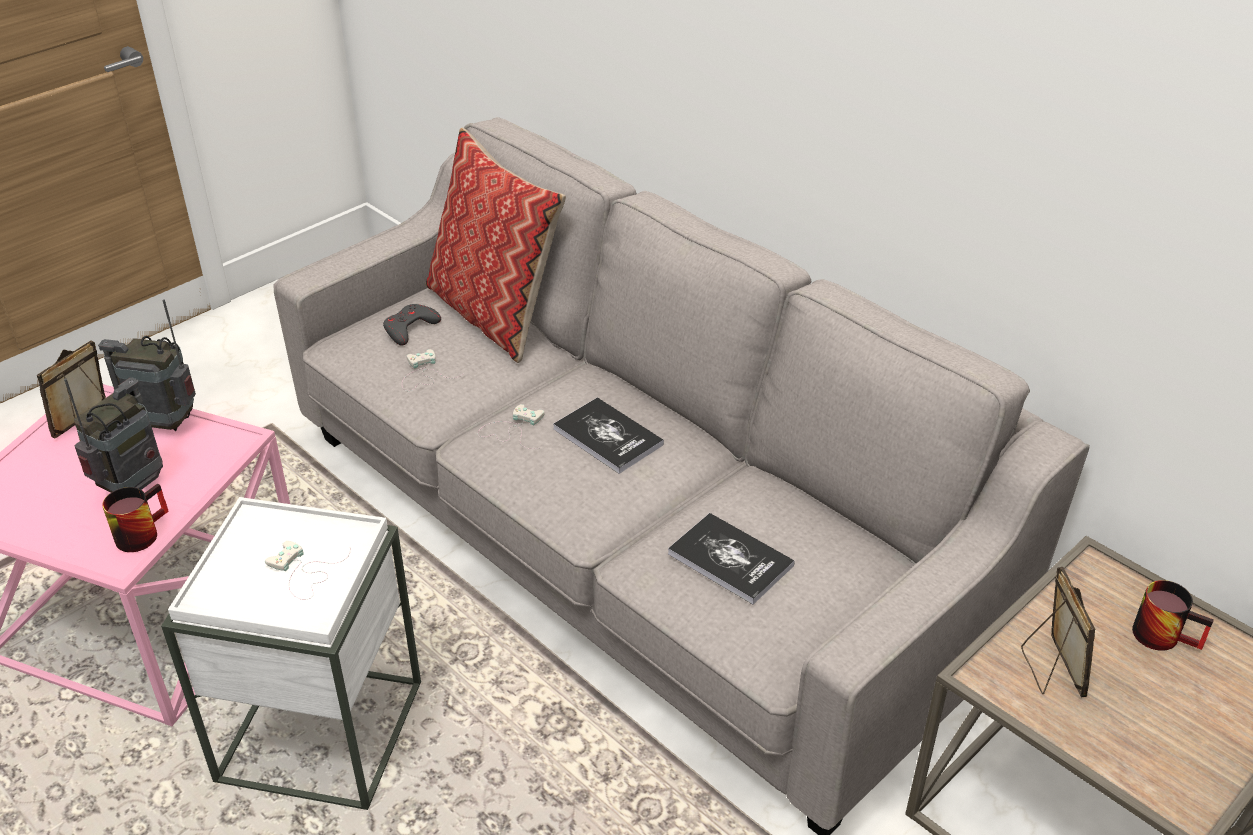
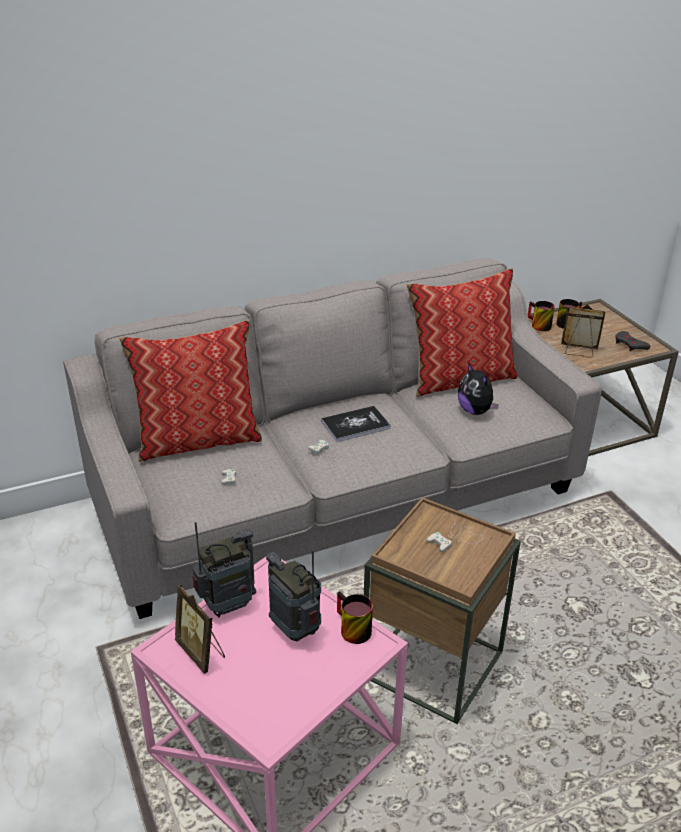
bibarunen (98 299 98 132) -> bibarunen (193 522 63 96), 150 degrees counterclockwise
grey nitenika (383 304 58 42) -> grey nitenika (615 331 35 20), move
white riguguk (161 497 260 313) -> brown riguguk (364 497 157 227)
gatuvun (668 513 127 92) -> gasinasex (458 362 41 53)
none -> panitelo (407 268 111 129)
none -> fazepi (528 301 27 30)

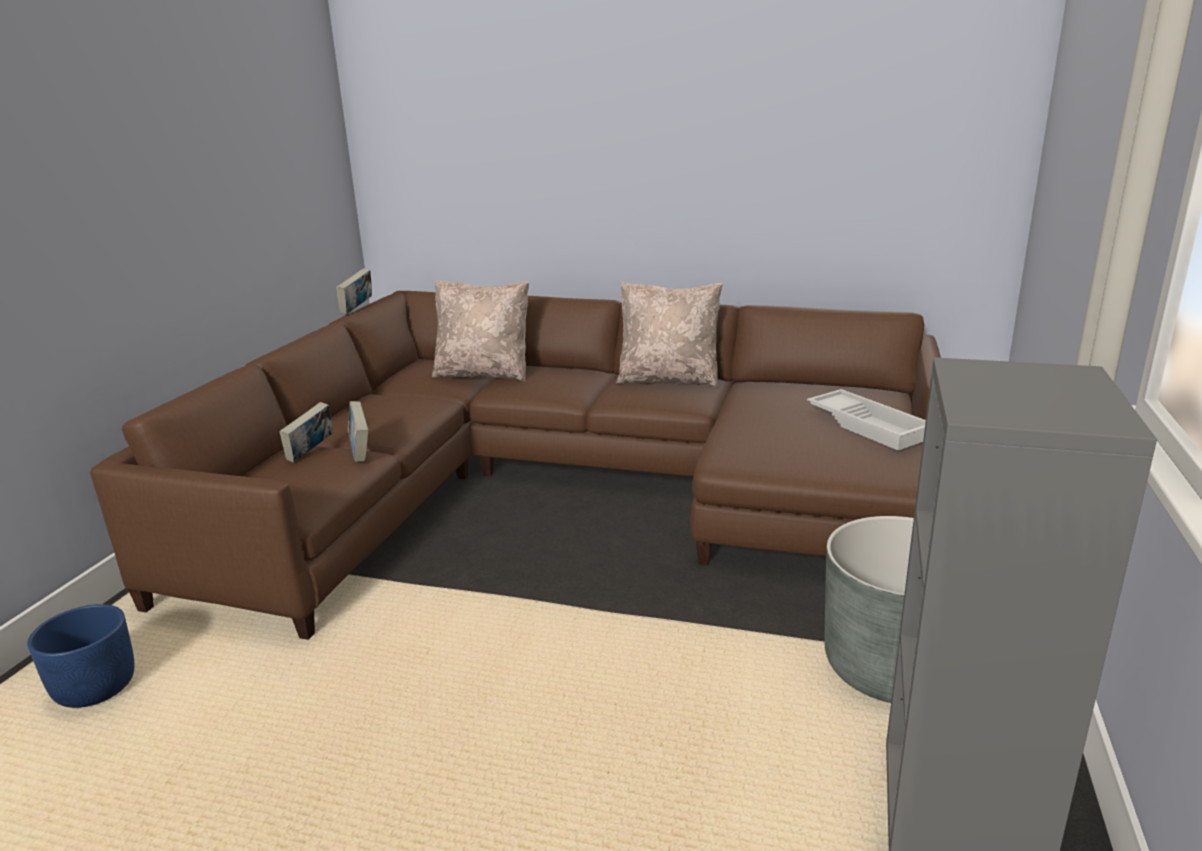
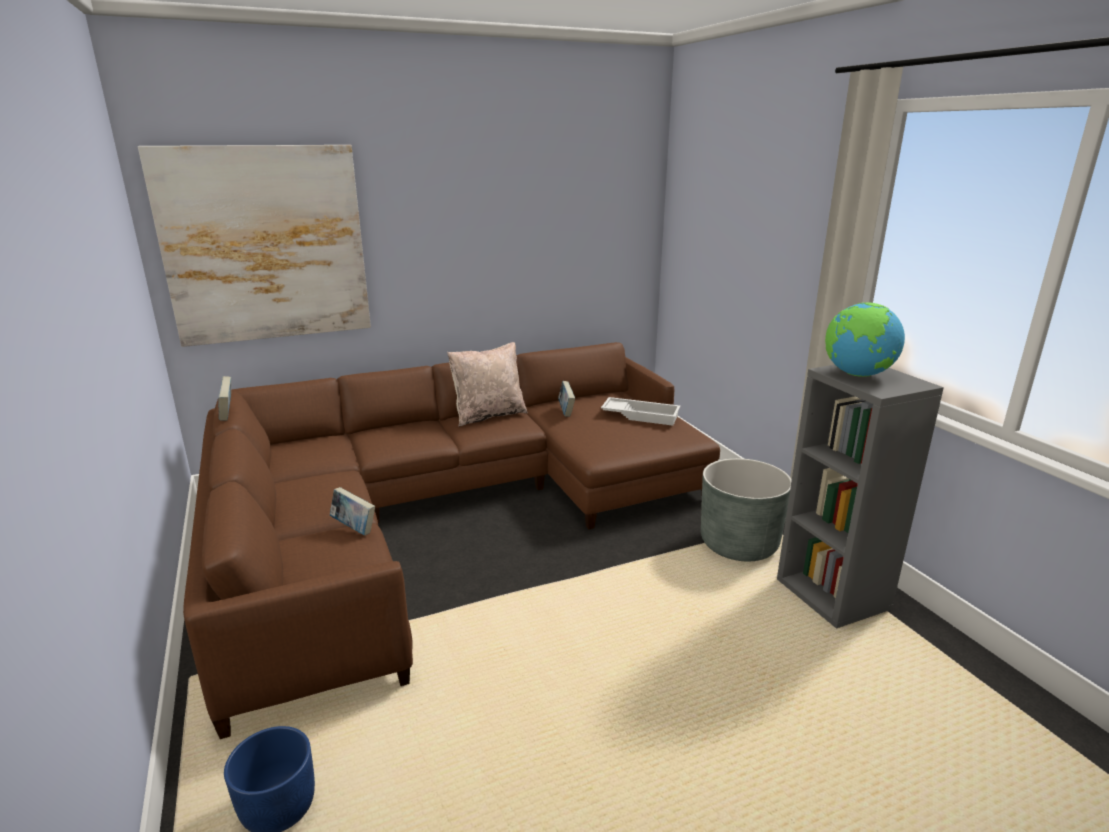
beige panitelo (432 280 97 102) -> none
gatuvun (279 402 54 61) -> gatuvun (558 381 17 36), move
none -> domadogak (138 145 233 202)
none -> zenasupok (825 302 80 75)

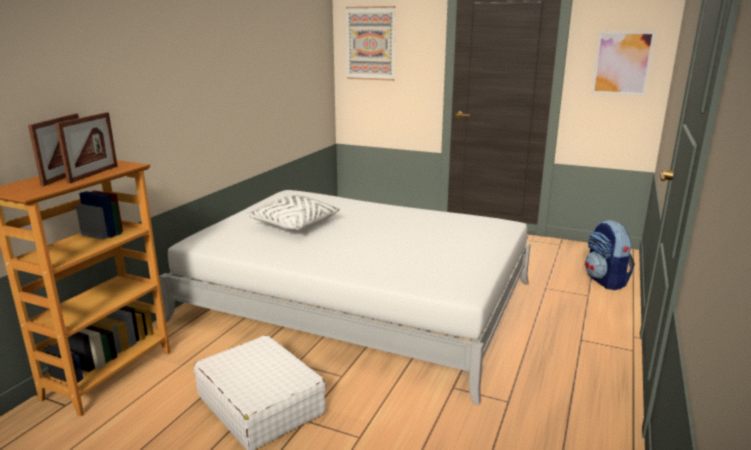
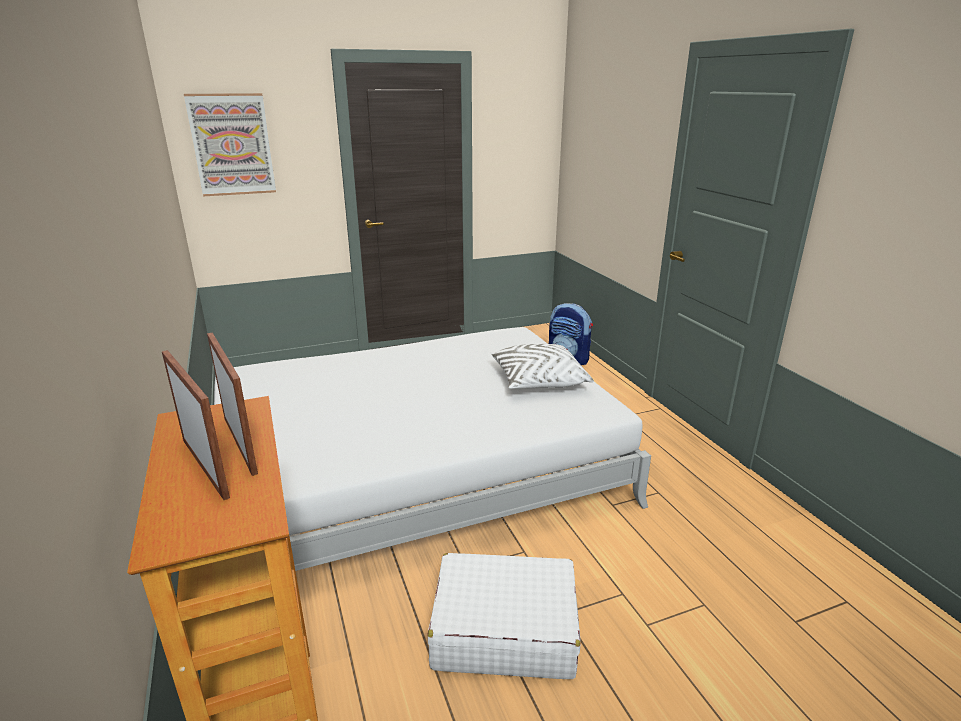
domadogak (591 31 65 65) -> none
white panitelo (246 195 94 36) -> white panitelo (491 344 103 45), move

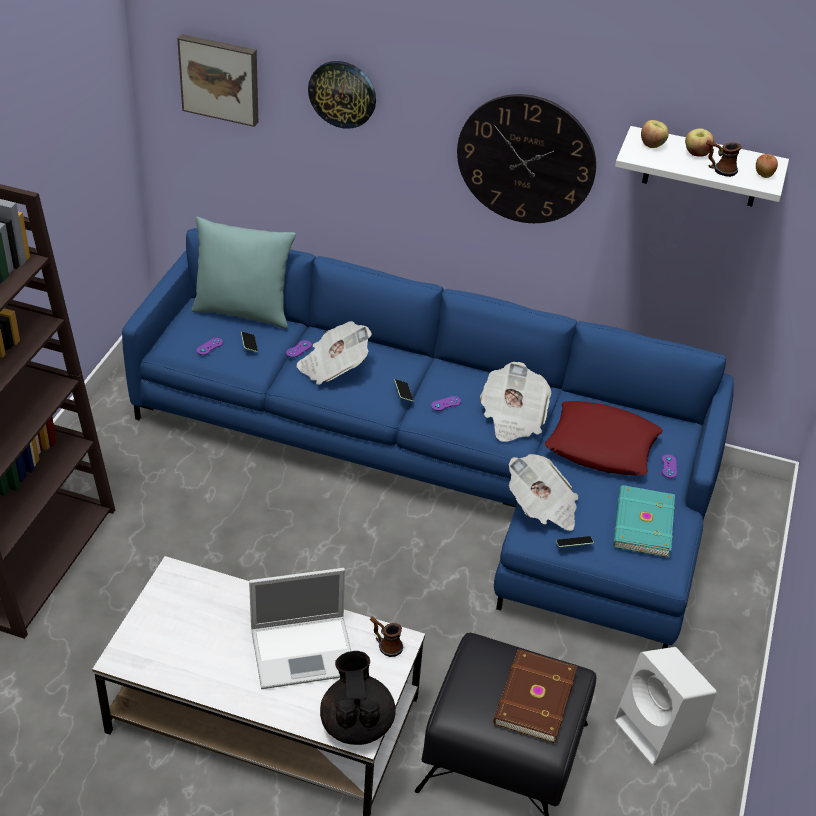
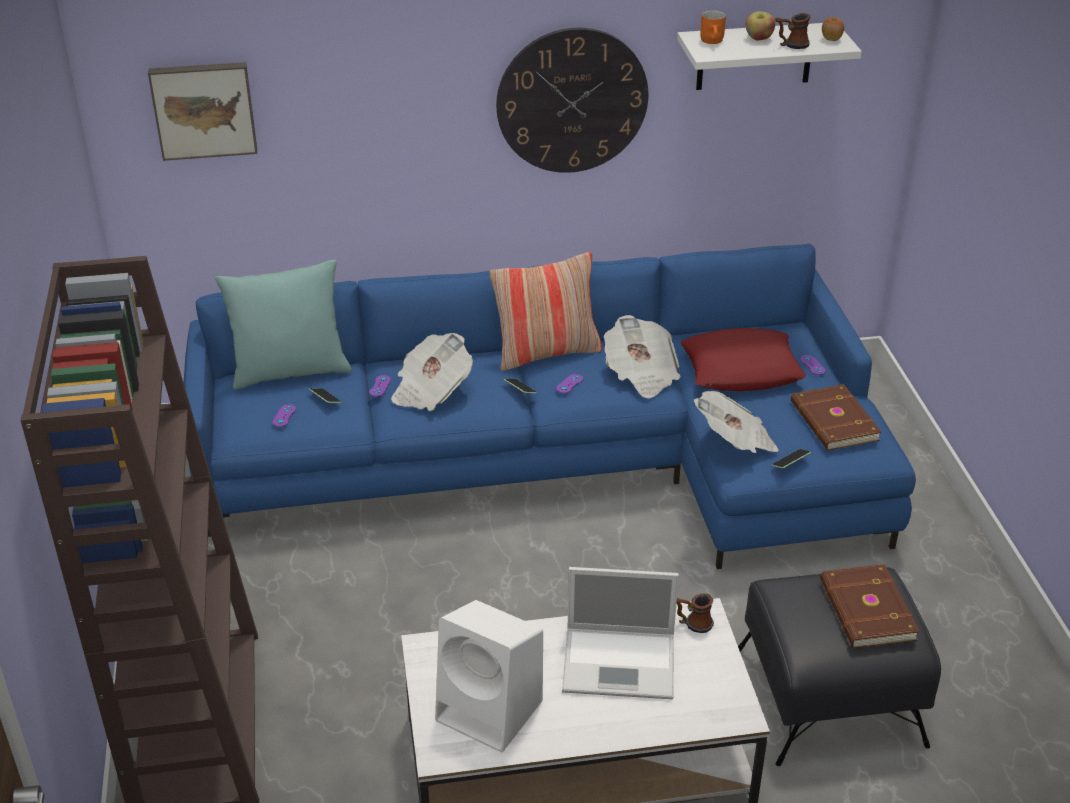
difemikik (308 61 68 68) -> none
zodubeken (641 120 28 28) -> orange fazepi (700 10 26 34)
turquoise gatuvun (613 485 62 73) -> brown gatuvun (791 384 91 66)
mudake (249 568 102 121) -> mudake (562 567 117 132), 45 degrees clockwise
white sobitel (614 647 103 119) -> white sobitel (435 600 108 153), move
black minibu (320 651 76 94) -> none
none -> panitelo (489 252 113 119)

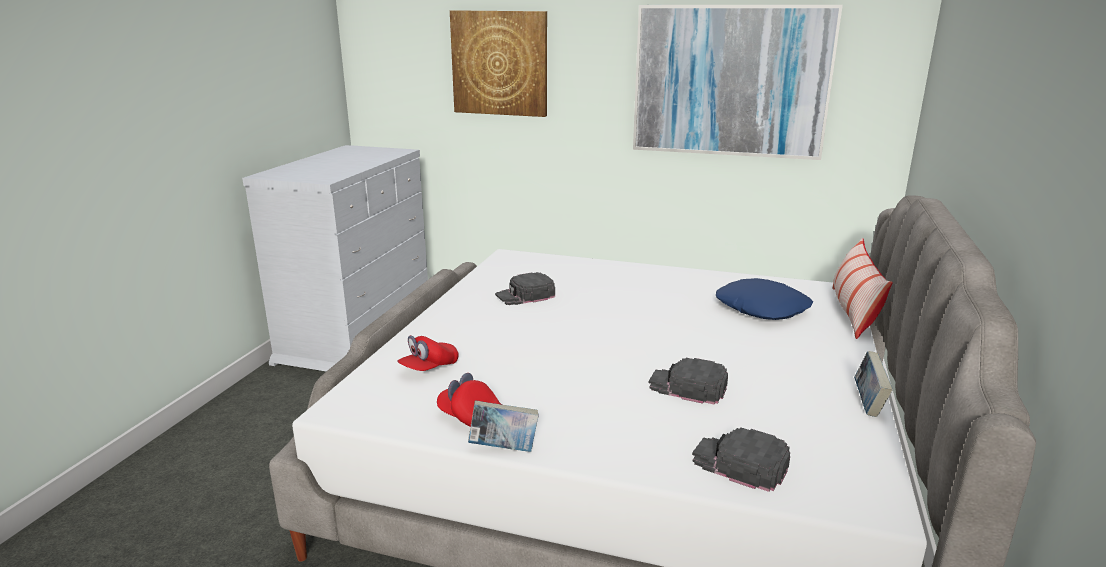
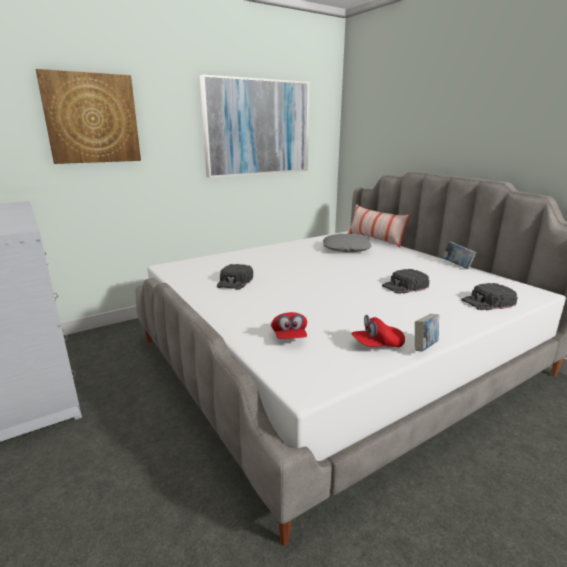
blue panitelo (716 278 97 42) -> grey panitelo (323 234 48 18)

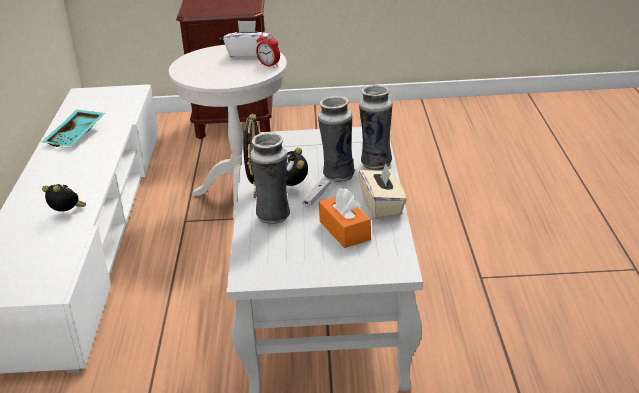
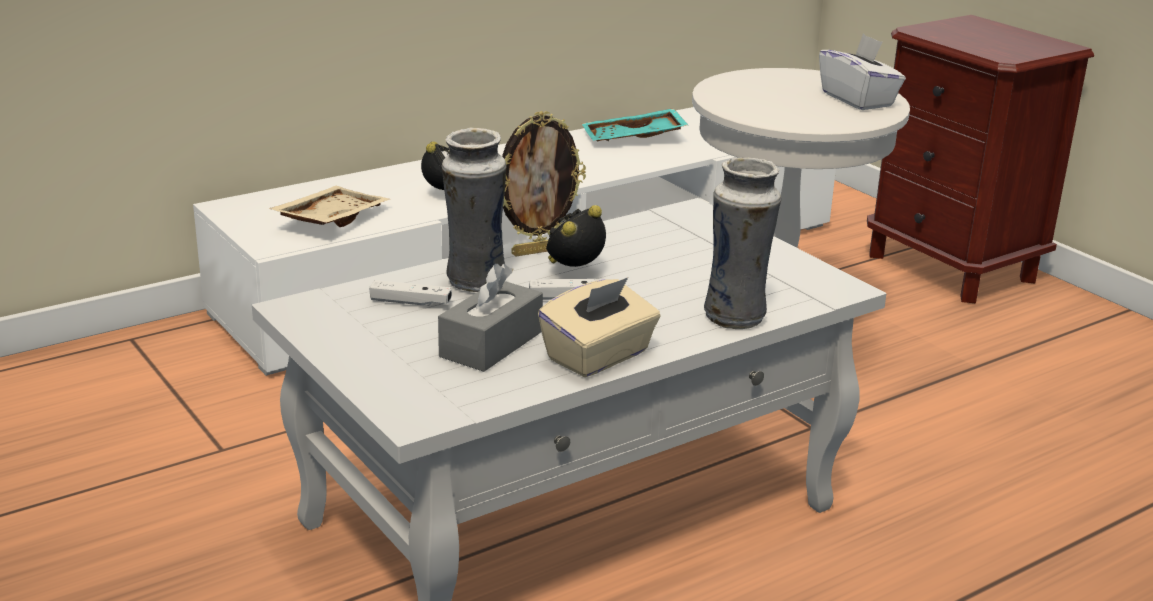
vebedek (256 32 24 36) -> none
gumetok (318 96 37 86) -> none
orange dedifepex (319 188 52 60) -> grey dedifepex (438 264 105 108)
none -> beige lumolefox (269 186 121 41)
none -> white nitenika (369 280 83 26)

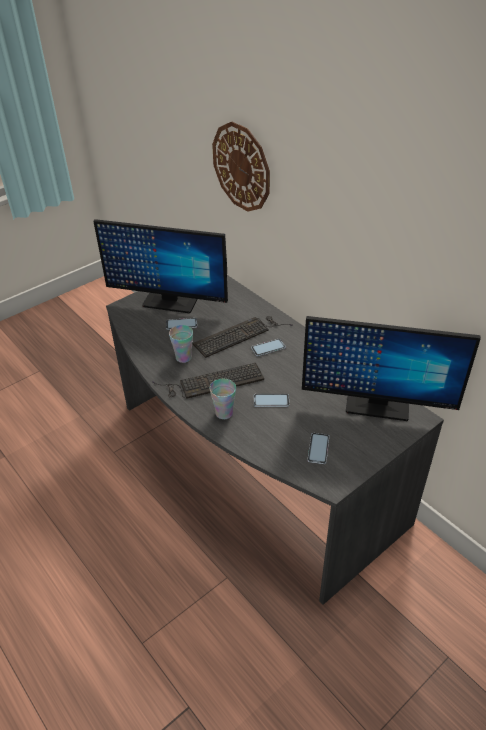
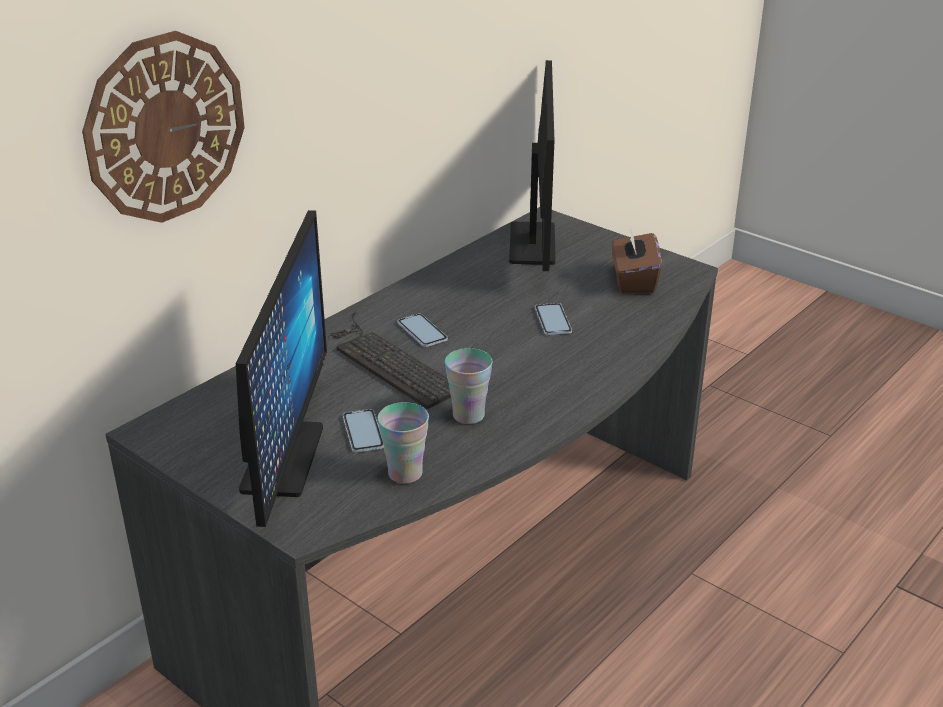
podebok (152 363 112 36) -> none
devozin (210 379 26 40) -> devozin (378 402 51 82), move
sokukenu (307 433 22 31) -> brown dedifepex (612 226 49 68)

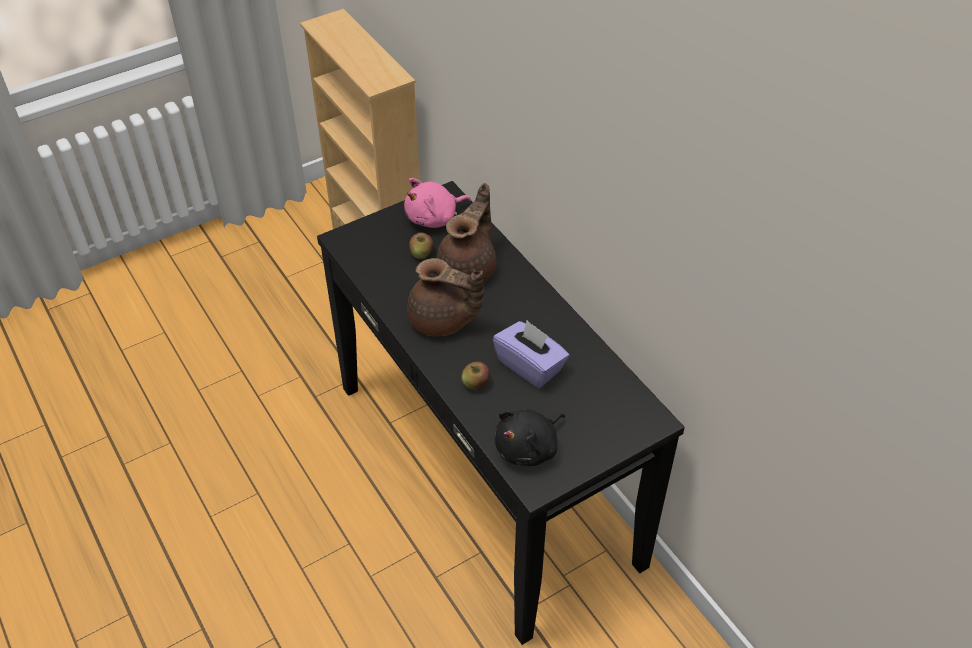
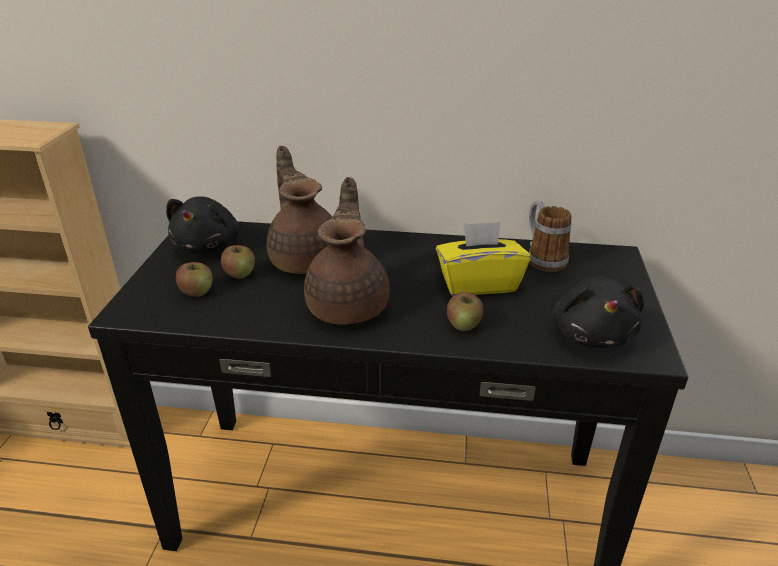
pink gasinasex (404 178 67 50) -> black gasinasex (166 196 74 57)
brown minibu (407 258 77 79) -> brown minibu (304 177 86 148), 60 degrees counterclockwise
purple dedifepex (493 320 76 68) -> yellow dedifepex (436 222 95 74)
none -> fazepi (529 201 43 71)
none -> zodubeken (176 262 37 35)

